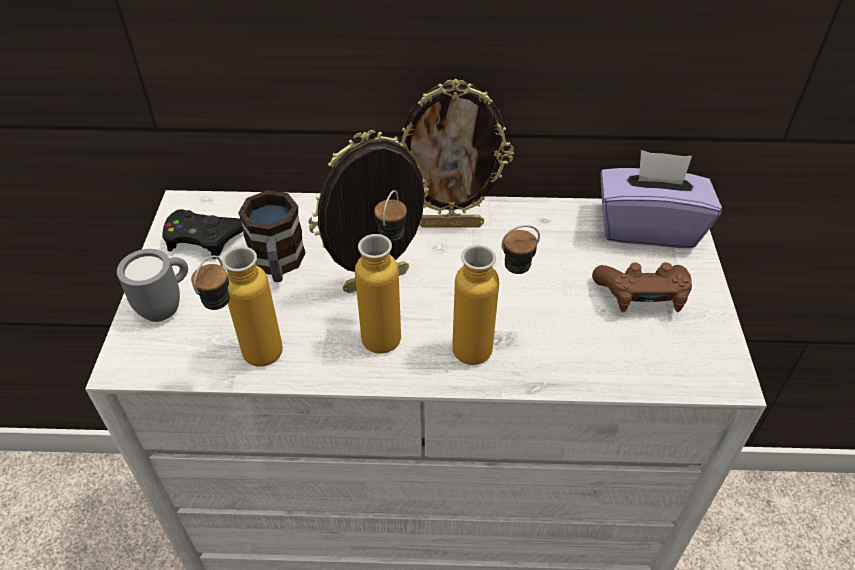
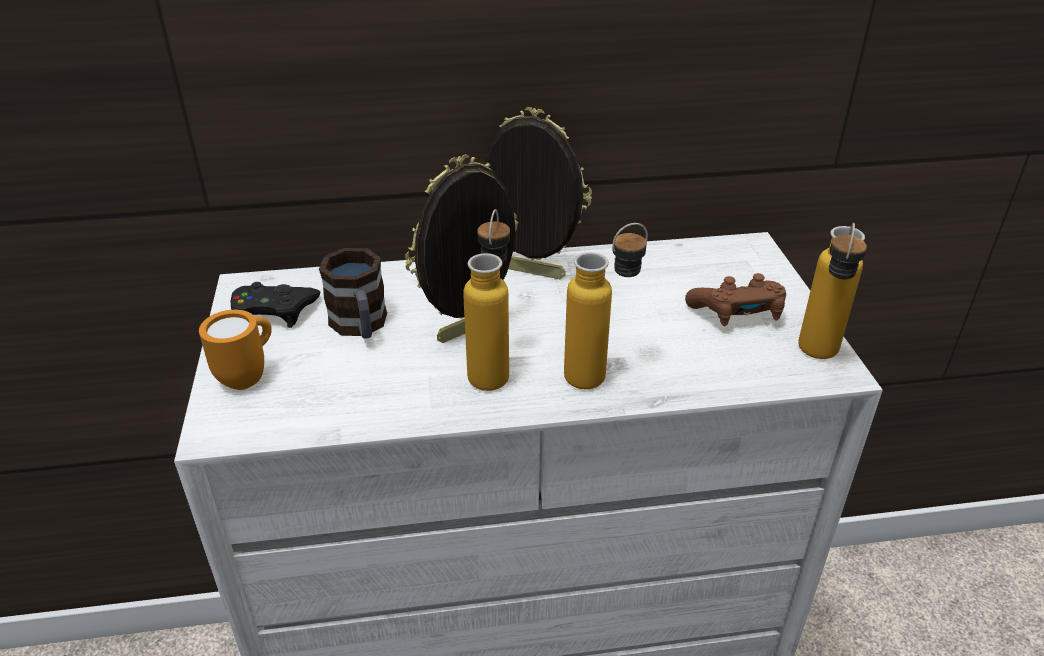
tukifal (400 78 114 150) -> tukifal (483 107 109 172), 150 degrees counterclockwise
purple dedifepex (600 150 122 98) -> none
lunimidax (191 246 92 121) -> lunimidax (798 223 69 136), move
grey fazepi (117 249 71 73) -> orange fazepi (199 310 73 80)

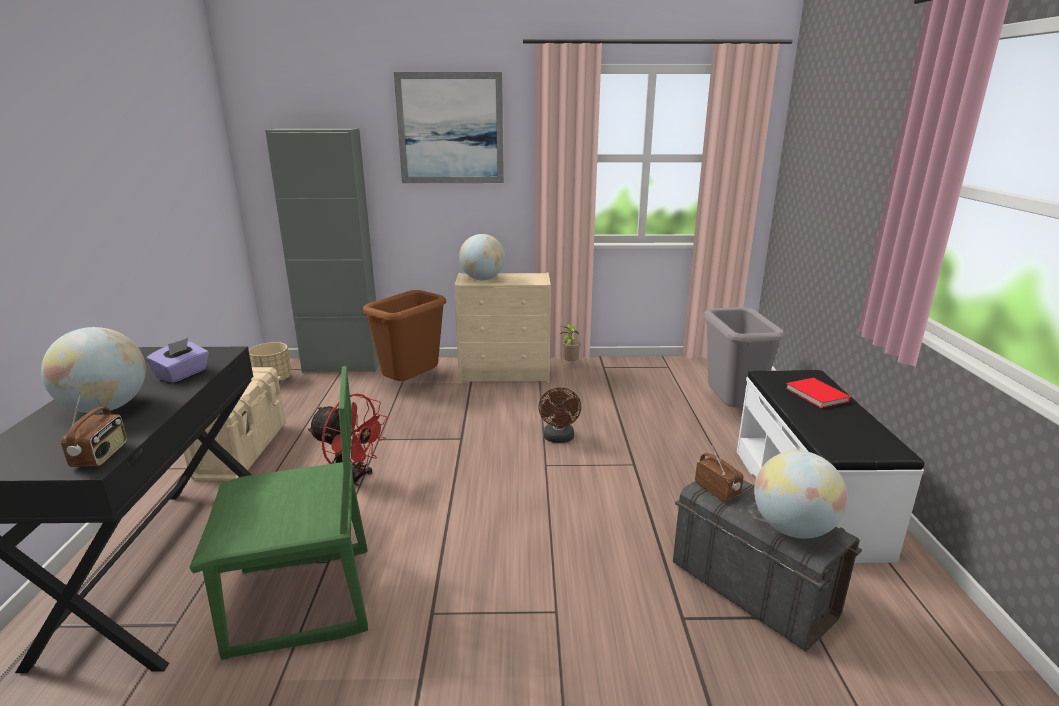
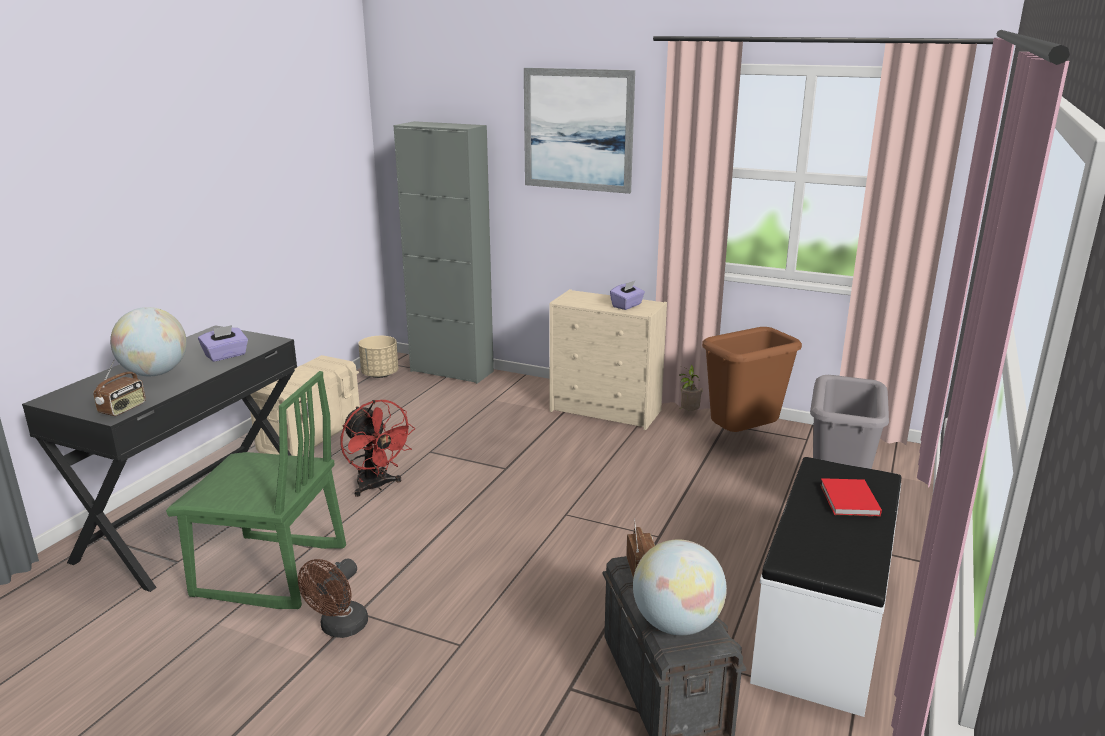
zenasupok (459 234 46 46) -> none
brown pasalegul (363 290 83 91) -> brown pasalegul (702 327 100 105), move
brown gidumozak (538 387 43 56) -> brown gidumozak (298 558 70 80), move
none -> purple dedifepex (610 281 35 29)

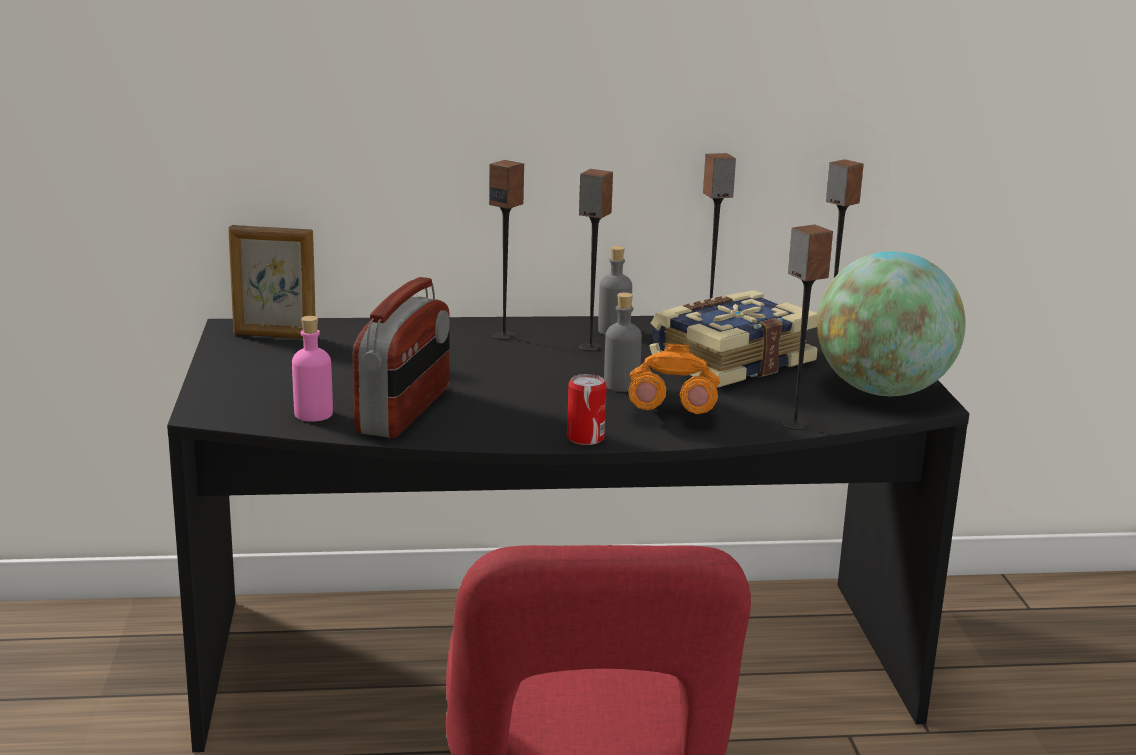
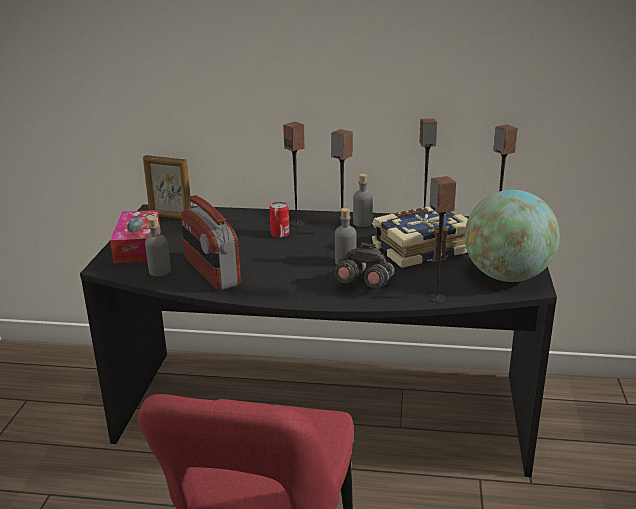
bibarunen (353 277 97 161) -> bibarunen (181 195 60 96), 120 degrees clockwise
pink lunimidax (292 316 41 106) -> grey lunimidax (145 217 26 59)
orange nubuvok (628 343 92 71) -> grey nubuvok (334 242 61 46)
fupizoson (567 374 40 71) -> fupizoson (269 202 21 36), move
none -> dedifepex (110 210 51 53)

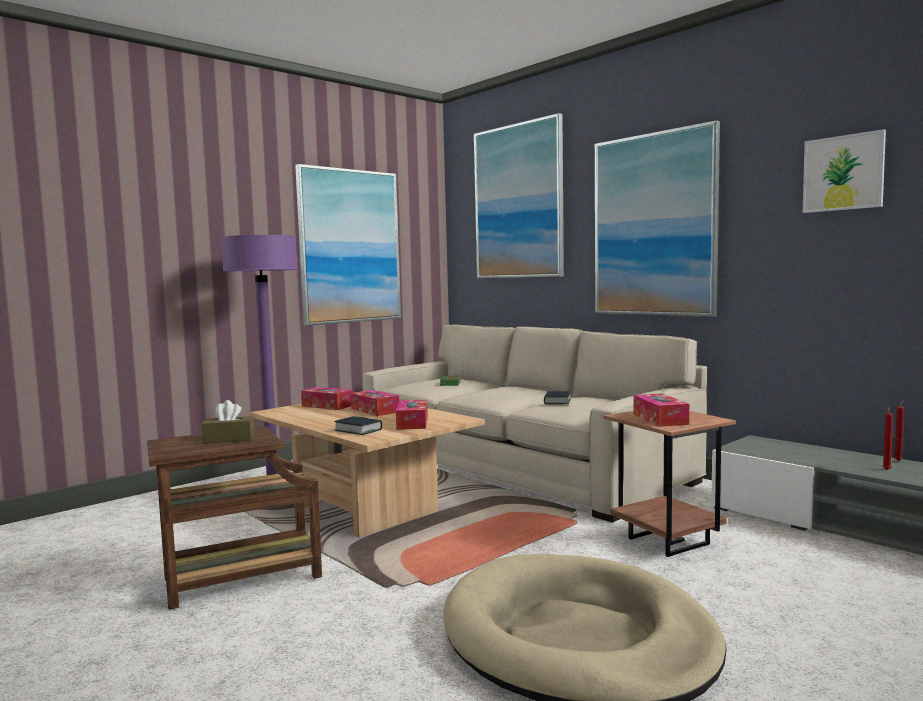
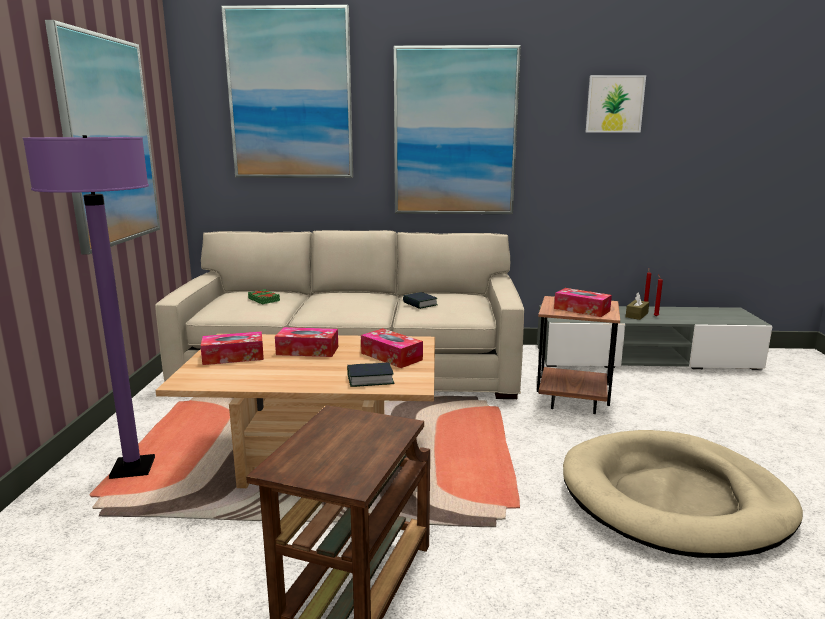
brown dedifepex (202 400 52 43) -> brown dedifepex (626 293 23 27), move

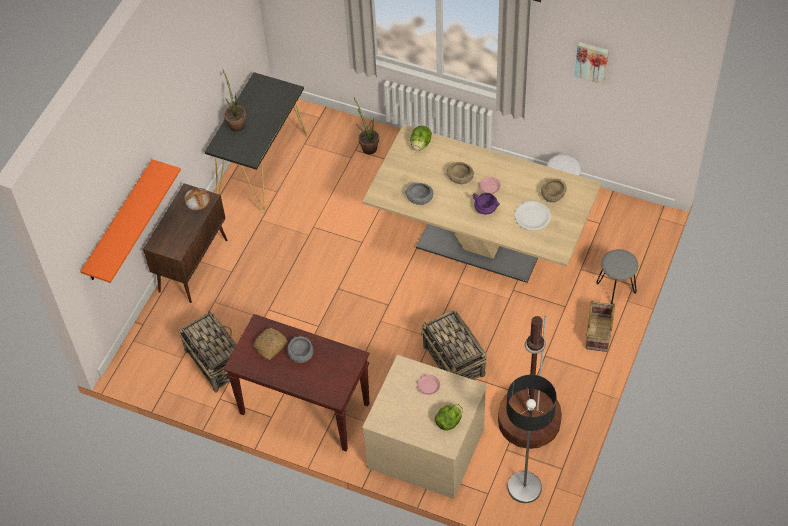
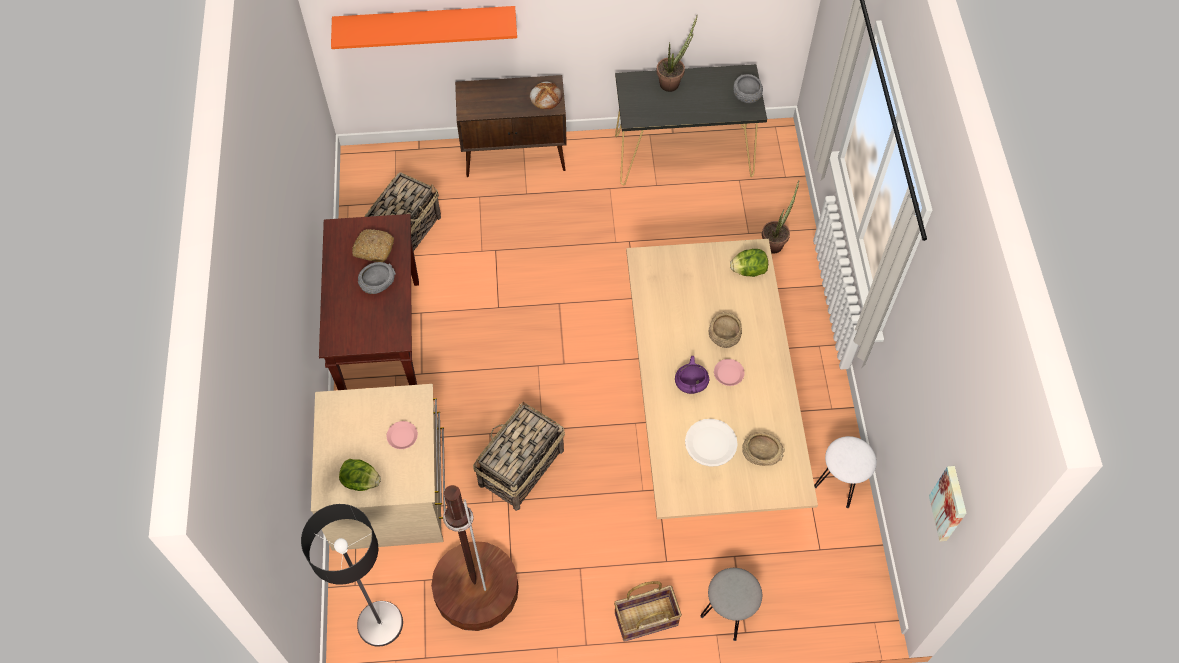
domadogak (575 42 34 43) -> domadogak (929 466 37 75), move
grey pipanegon (405 183 29 22) -> grey pipanegon (733 74 30 29), move

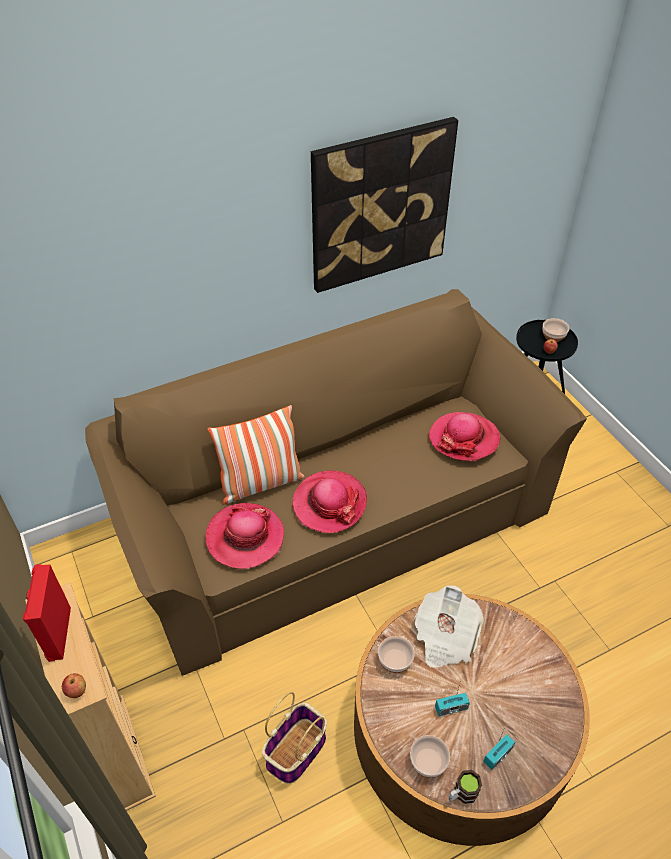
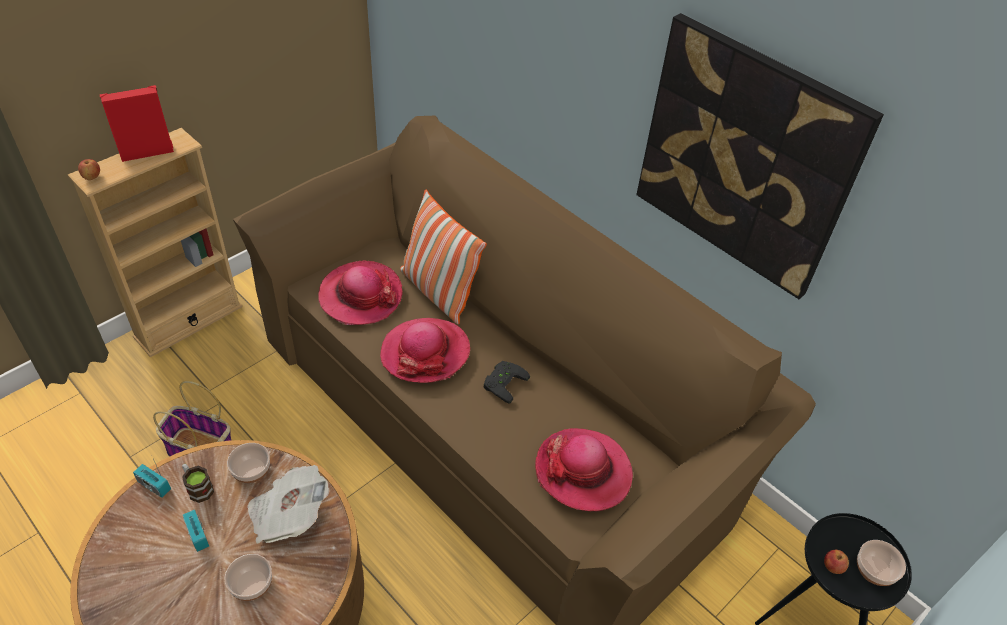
bibarunen (483 730 32 40) -> bibarunen (133 459 38 39), move
pipanegon (410 735 40 43) -> pipanegon (225 554 47 47), move
fazepi (448 770 34 34) -> fazepi (182 464 32 39), move
none -> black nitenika (484 361 46 43)

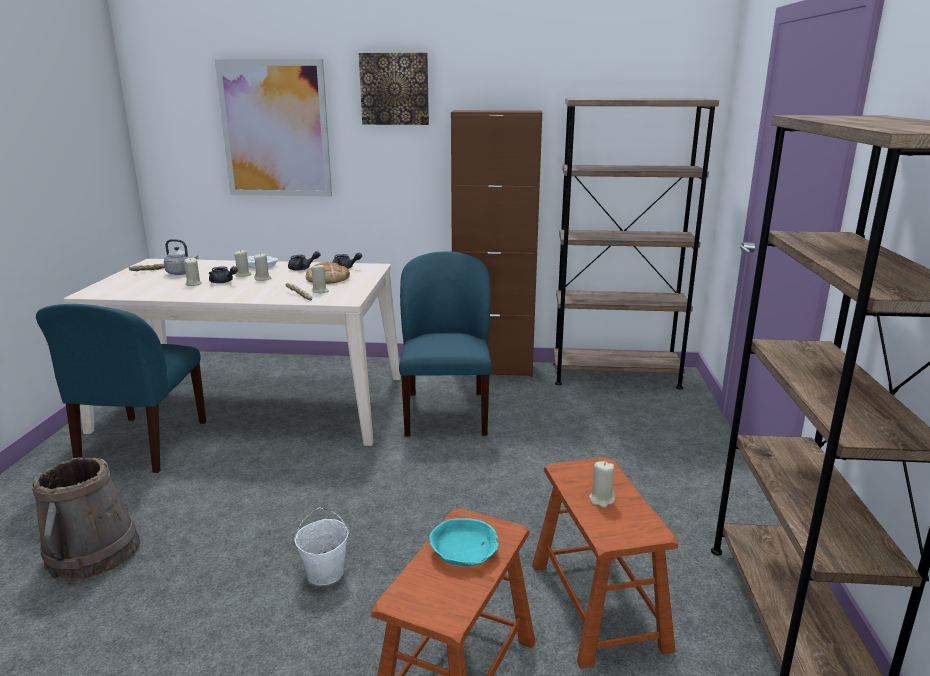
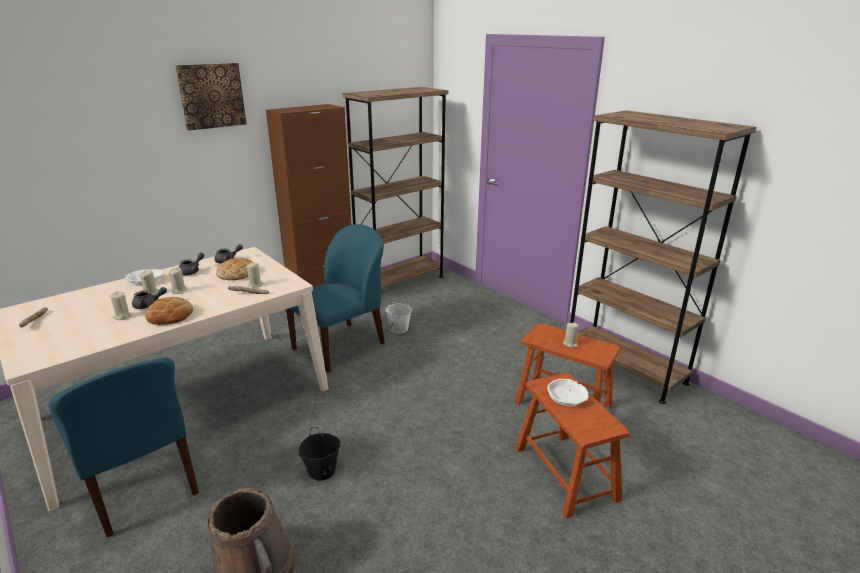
domadogak (215 59 117 137) -> none
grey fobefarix (164 239 35 36) -> none
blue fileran (399 251 93 186) -> blue fileran (286 224 99 149), 90 degrees clockwise
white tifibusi (295 507 54 78) -> white tifibusi (386 296 26 38), move
turquoise pipanegon (429 518 70 48) -> white pipanegon (547 379 42 28)
none -> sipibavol (145 297 48 28)
none -> black tifibusi (299 427 41 54)

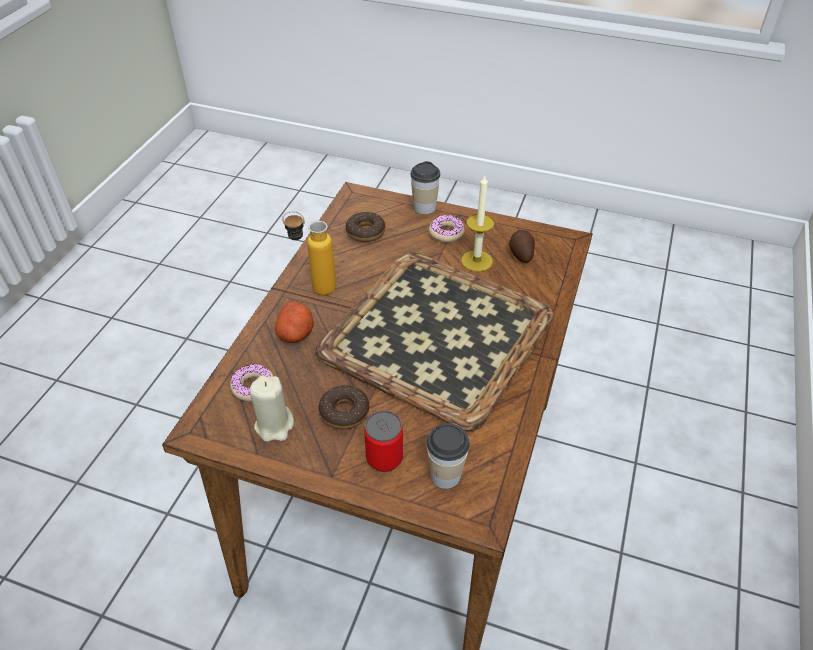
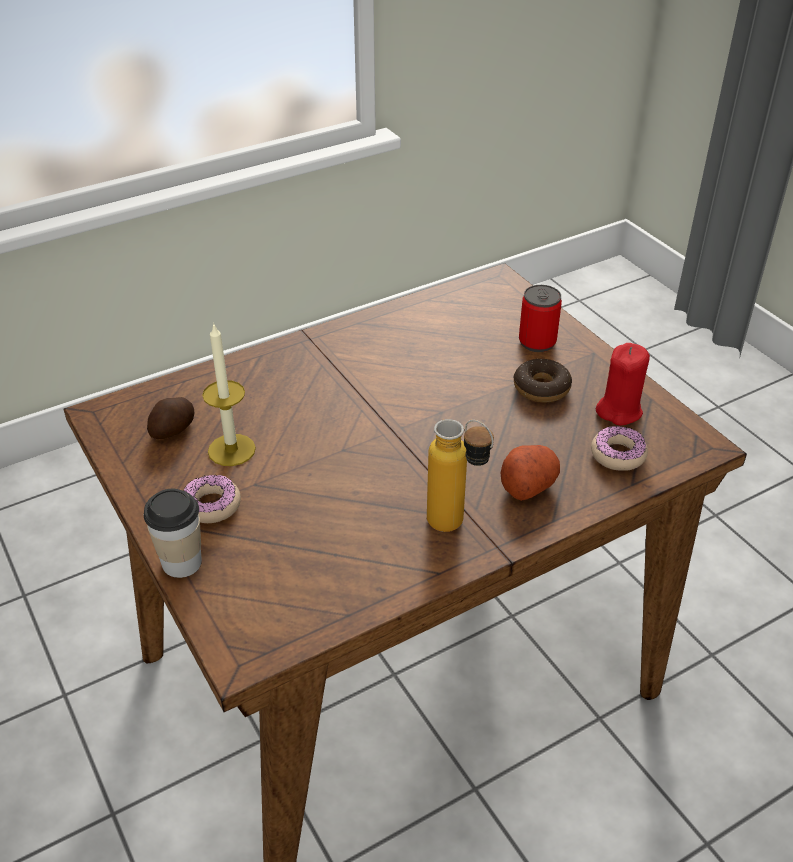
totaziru (346 212 39 30) -> none
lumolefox (315 252 240 179) -> none
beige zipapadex (250 376 44 66) -> red zipapadex (596 343 54 82)
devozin (427 423 43 66) -> none

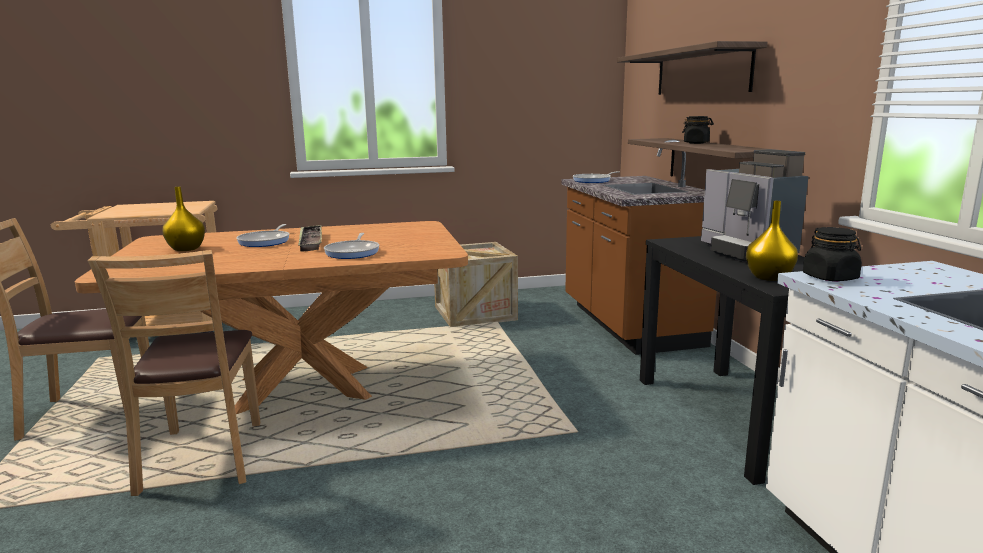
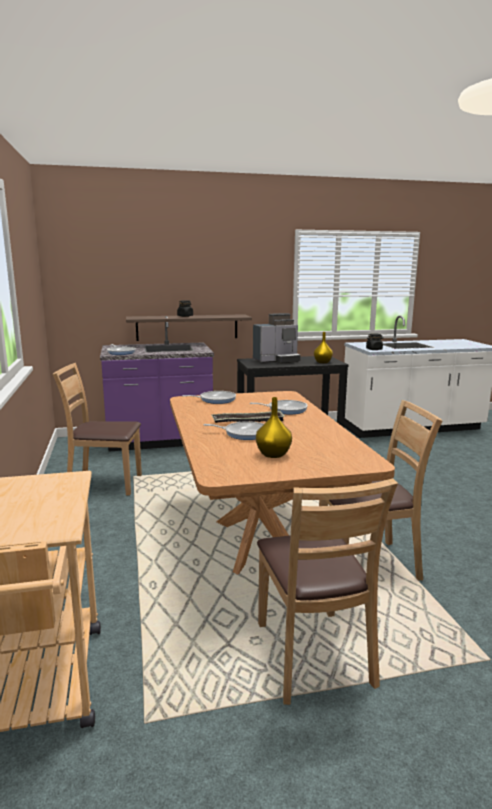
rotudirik (617 41 151 54) -> none
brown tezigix (562 140 155 215) -> purple tezigix (100 316 114 136)
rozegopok (434 242 84 85) -> brown fileran (52 363 90 133)
none -> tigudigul (182 391 54 13)

